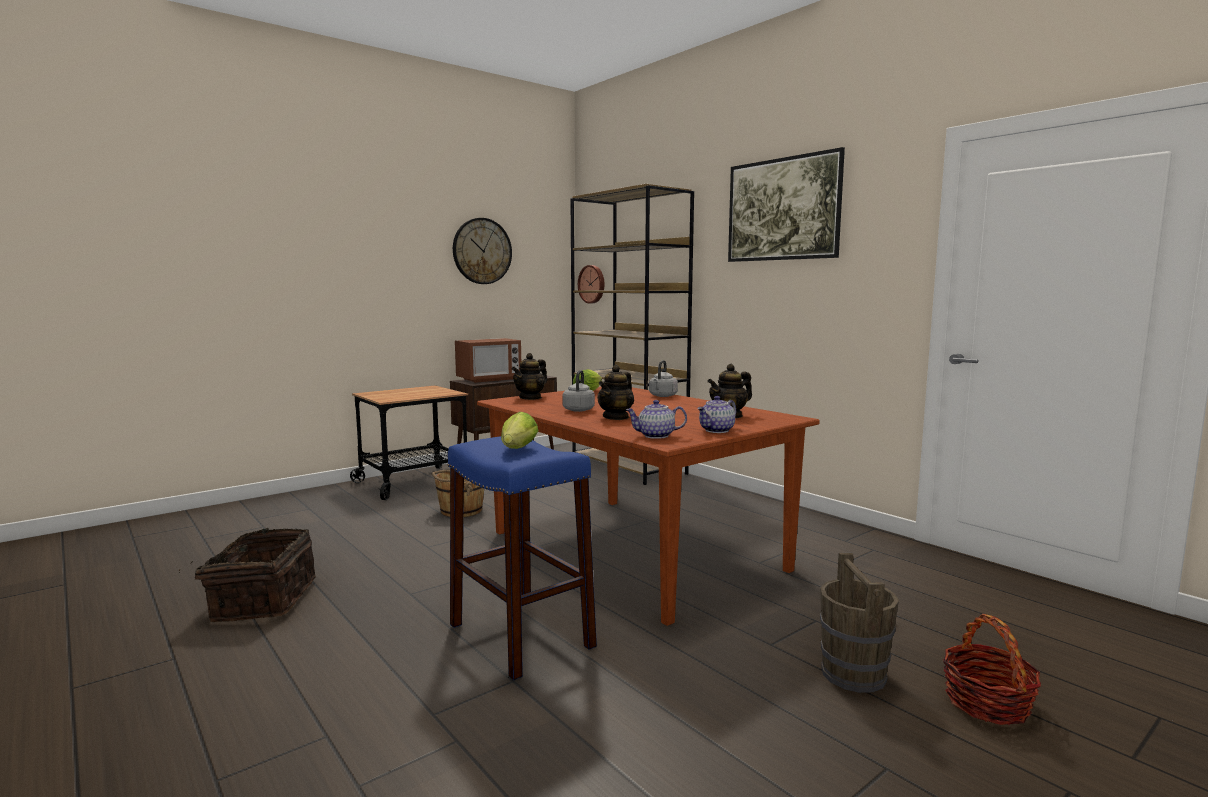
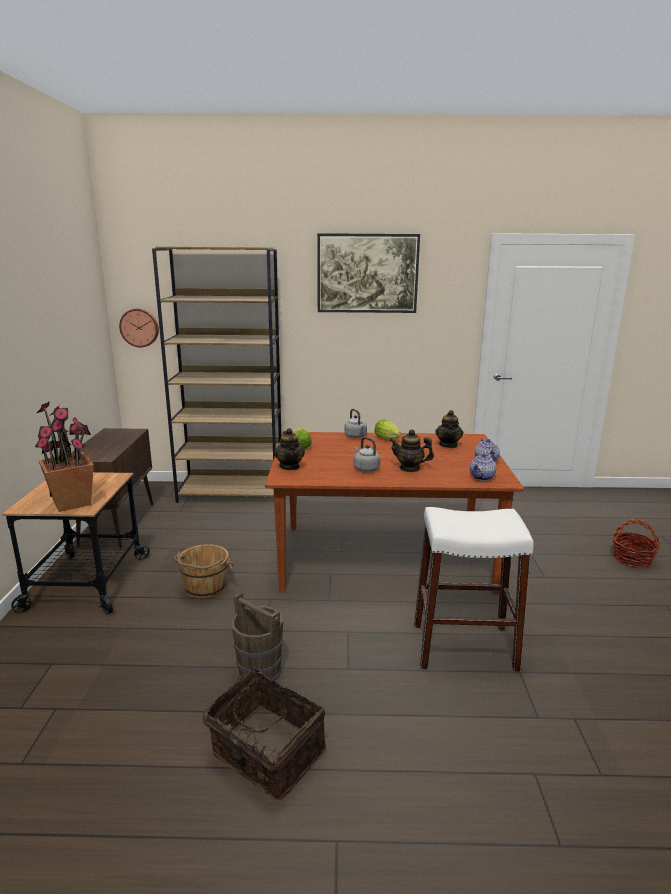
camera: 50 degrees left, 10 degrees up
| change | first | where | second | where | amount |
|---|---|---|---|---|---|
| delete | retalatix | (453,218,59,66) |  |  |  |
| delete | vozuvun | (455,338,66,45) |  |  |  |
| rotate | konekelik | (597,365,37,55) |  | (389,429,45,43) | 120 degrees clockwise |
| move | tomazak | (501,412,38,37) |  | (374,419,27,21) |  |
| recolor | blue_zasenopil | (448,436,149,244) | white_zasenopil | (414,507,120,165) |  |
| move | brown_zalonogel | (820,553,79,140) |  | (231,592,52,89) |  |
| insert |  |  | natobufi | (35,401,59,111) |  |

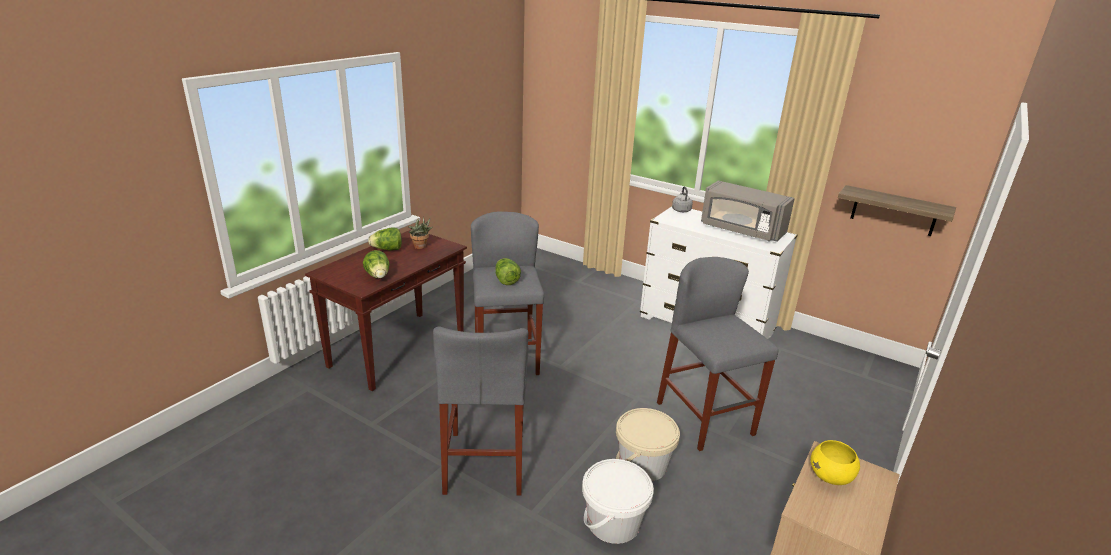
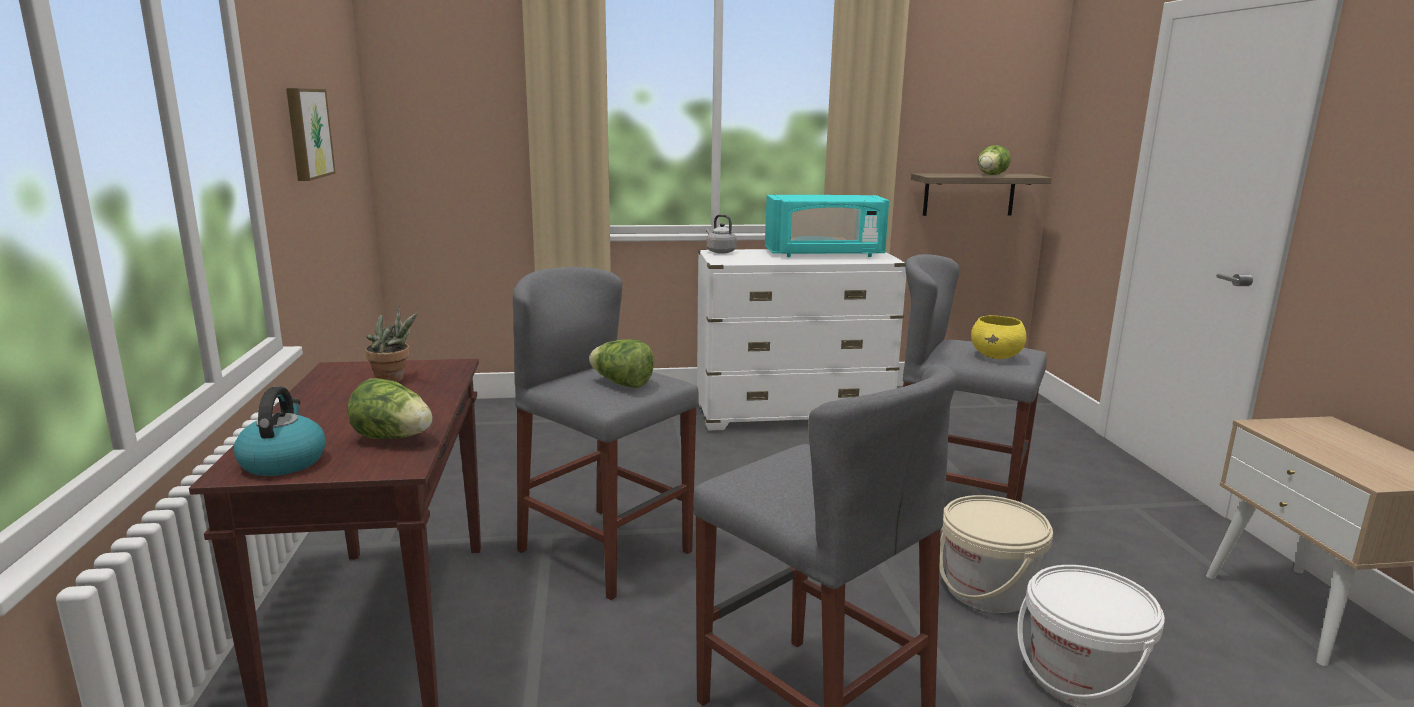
camera: 40 degrees left, 10 degrees down
| change | first | where | second | where | amount |
|---|---|---|---|---|---|
| recolor | grey_vozuvun | (701,181,94,61) | turquoise_vozuvun | (765,195,124,62) |  |
| move | tomazak | (368,227,34,23) |  | (978,145,33,30) |  |
| move | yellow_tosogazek | (811,440,49,45) |  | (971,315,56,44) |  |
| insert |  |  | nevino | (286,88,50,93) |  |
| insert |  |  | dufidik | (234,387,92,89) |  |

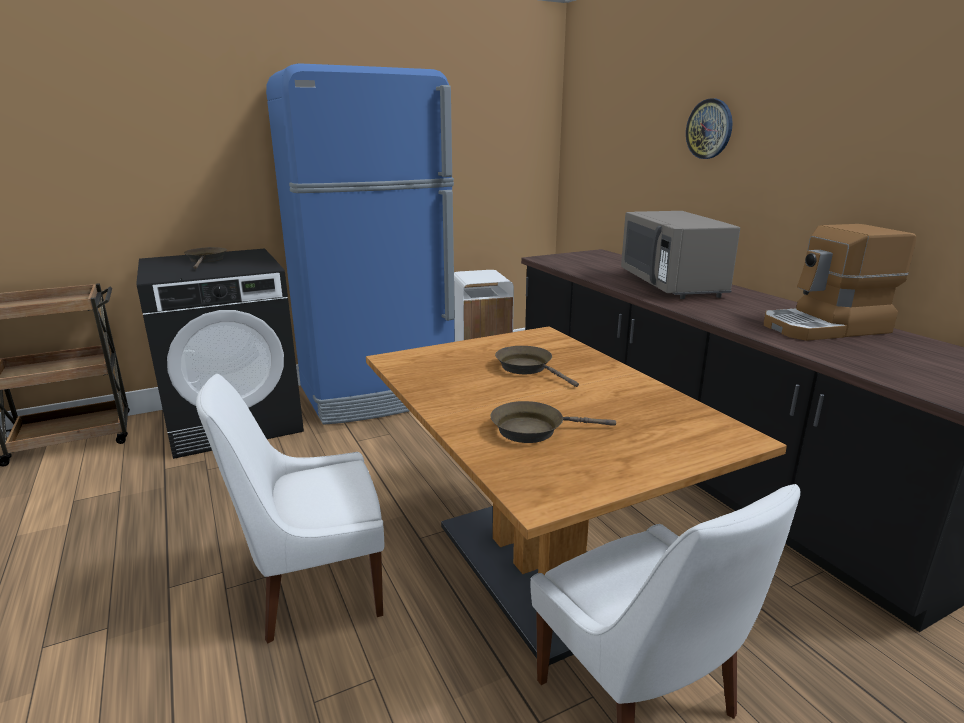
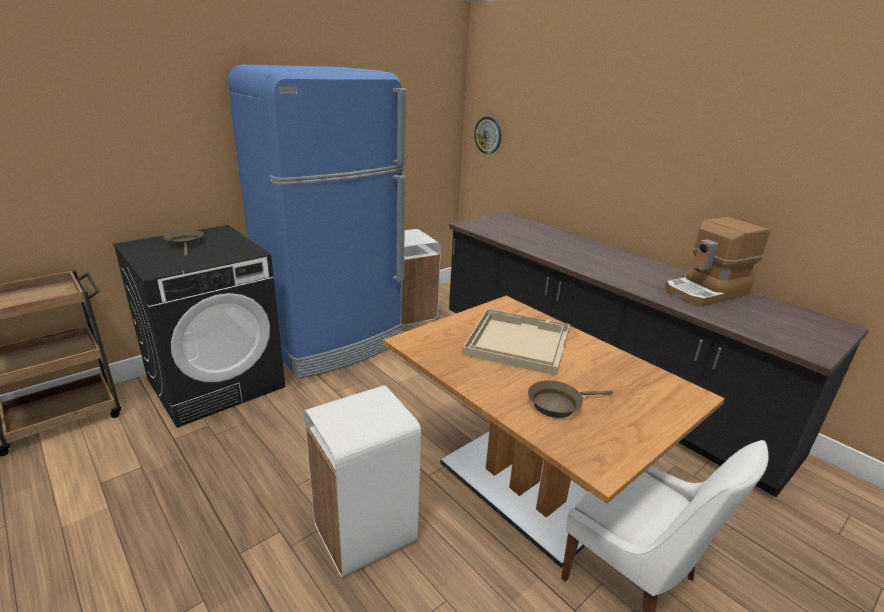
camera: 15 degrees left, 5 degrees up
| change | first | where | second | where | amount |
|---|---|---|---|---|---|
| move | retalatix | (686,98,47,61) |  | (474,116,27,38) |  |
| delete | grey_vozuvun | (621,211,119,88) |  |  |  |
| replace | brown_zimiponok | (495,346,84,41) | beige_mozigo | (462,309,108,67) |  |
| replace | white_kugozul | (196,374,188,270) | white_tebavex | (304,385,117,192) |  |

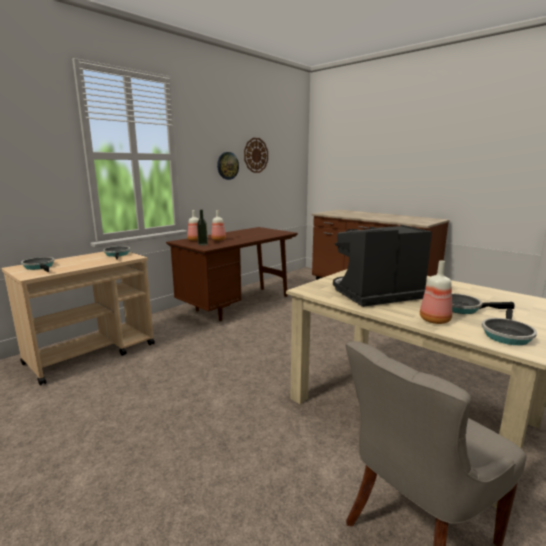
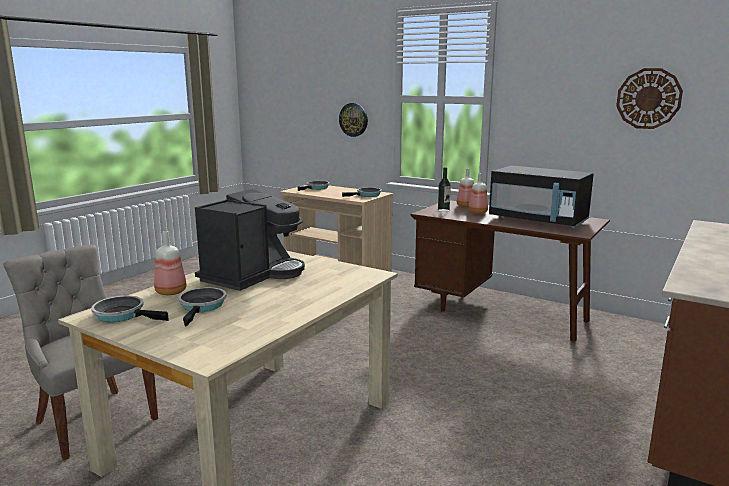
camera: 80 degrees right, 0 degrees up
| change | first | where | second | where | amount |
|---|---|---|---|---|---|
| move | retalatix | (217,152,22,28) |  | (339,103,29,34) |  |
| rotate | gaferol | (333,225,99,82) |  | (195,189,110,102) | 60 degrees clockwise |
| insert |  |  | black_vozuvun | (489,165,105,64) |  |

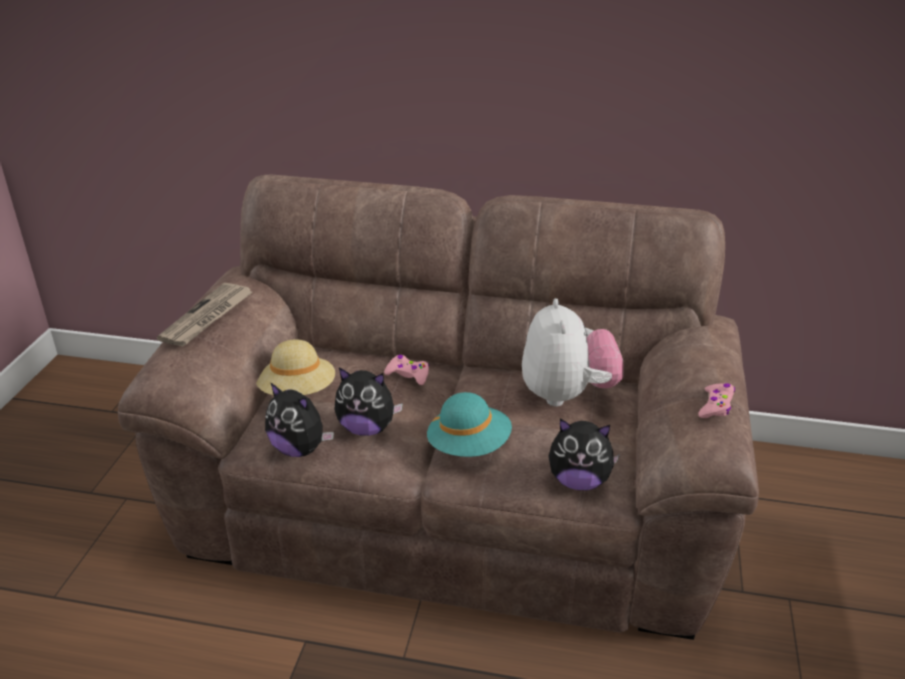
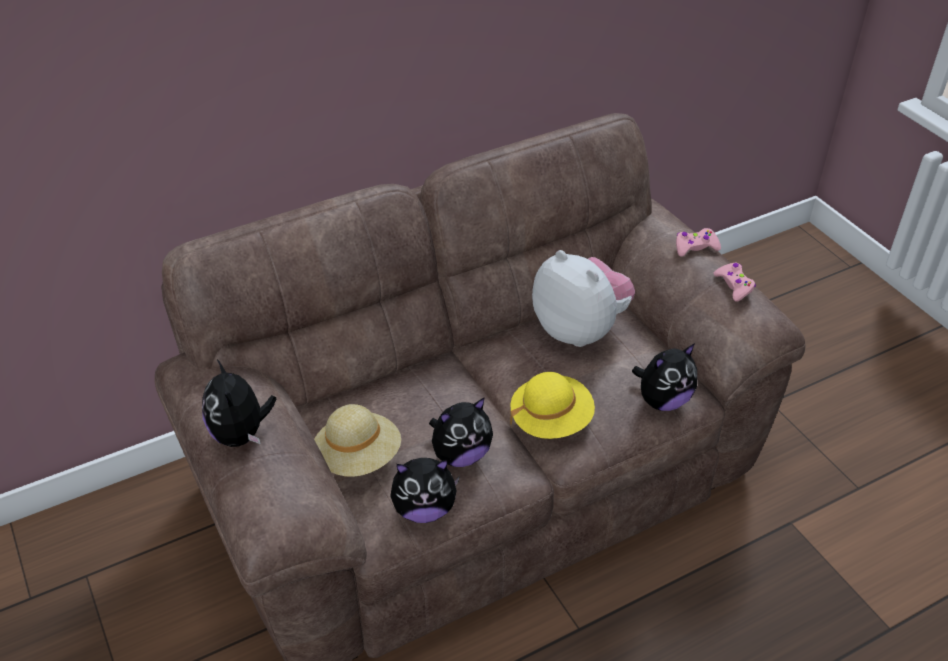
camera: 40 degrees left, 10 degrees up
| change | first | where | second | where | amount |
|---|---|---|---|---|---|
| replace | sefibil | (157,283,96,64) | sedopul | (202,359,74,88) |  |
| move | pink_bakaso | (384,355,45,30) |  | (676,228,45,29) |  |
| recolor | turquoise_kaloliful | (427,392,85,65) | yellow_kaloliful | (510,372,85,67) |  |

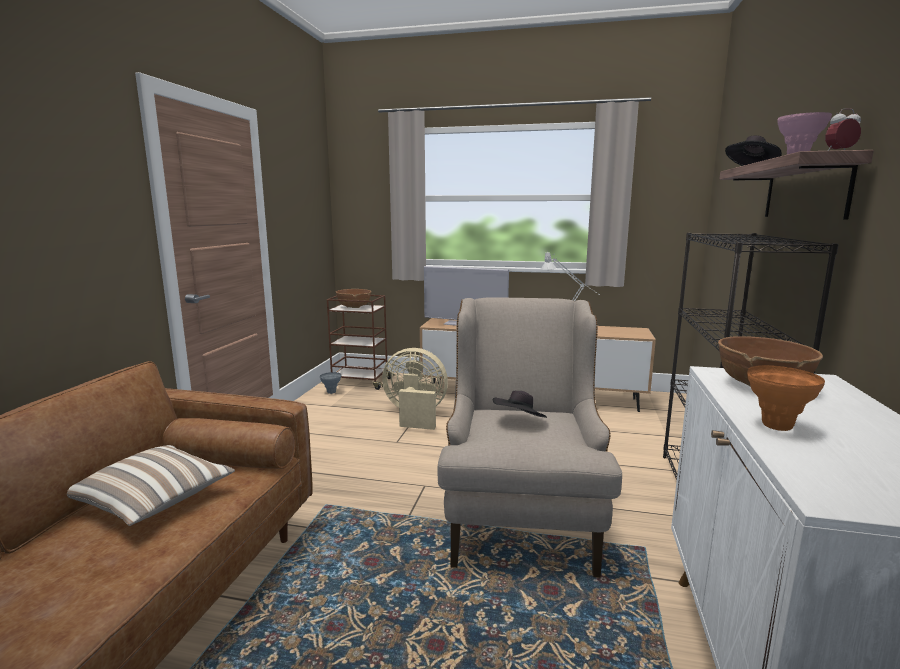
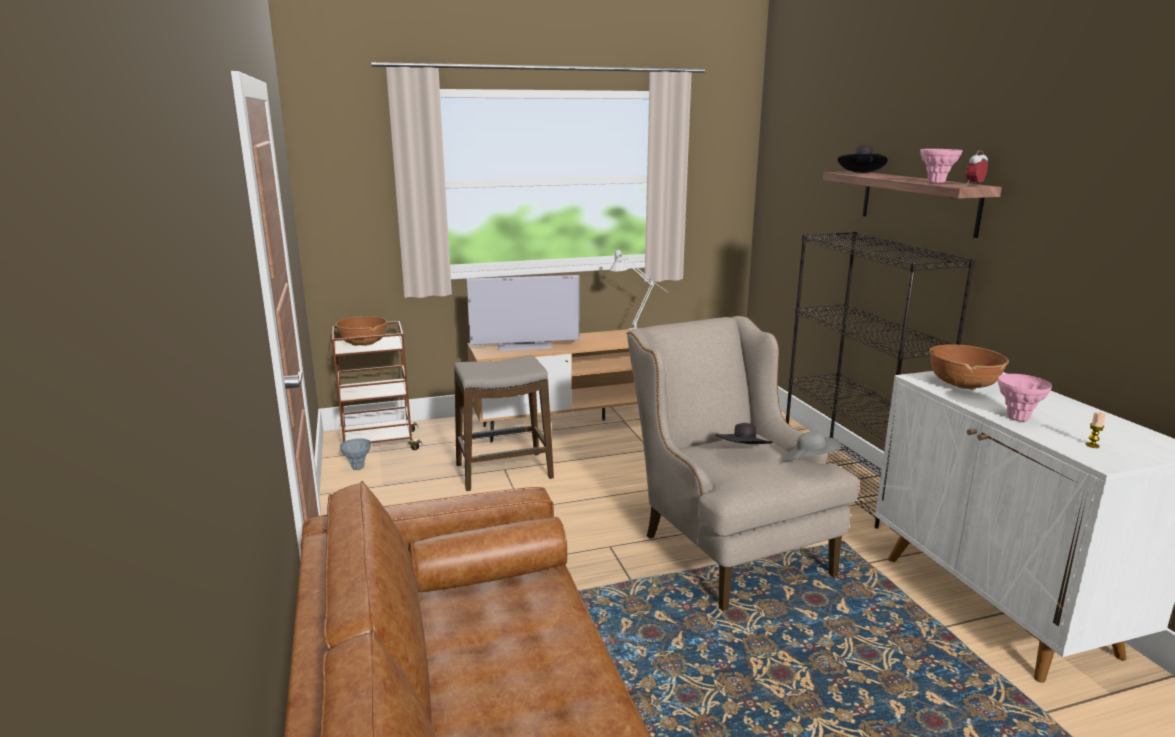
camera: 30 degrees left, 5 degrees up
| change | first | where | second | where | amount |
|---|---|---|---|---|---|
| replace | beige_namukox | (382,348,66,82) | zasenopil | (454,355,100,136) |  |
| recolor | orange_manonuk | (747,365,78,66) | pink_manonuk | (998,374,54,47) |  |
| delete | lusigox | (67,445,168,81) |  |  |  |
| insert |  |  | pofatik | (1085,412,21,36) |  |
| insert |  |  | grey_kaloliful | (783,431,58,31) |  |

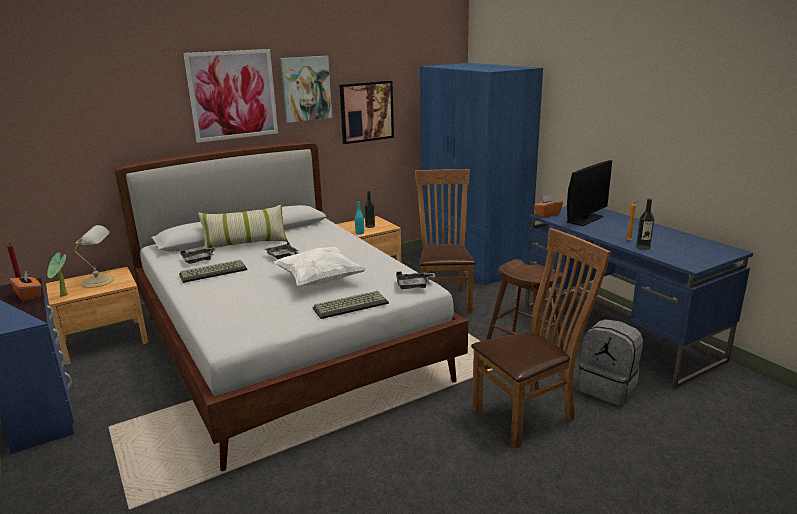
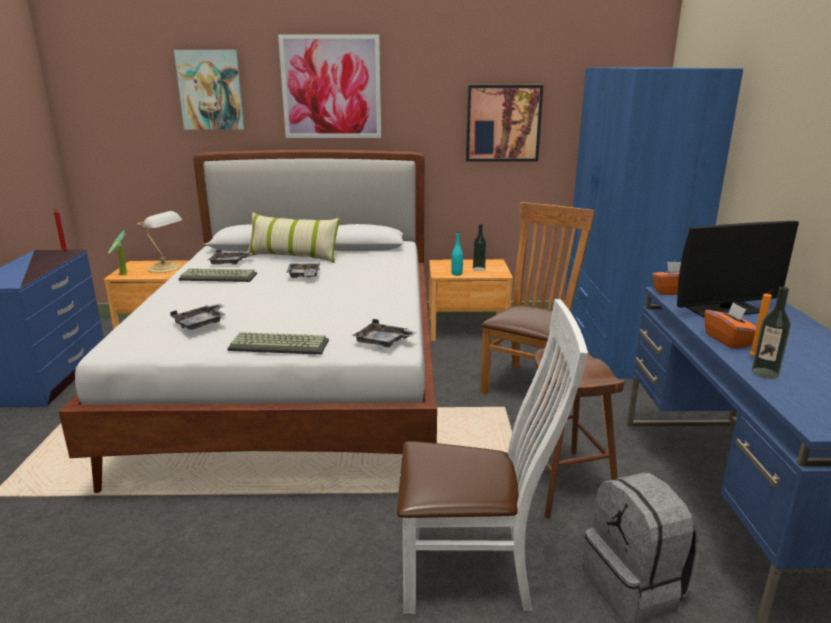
camera: 30 degrees right, 0 degrees up
| change | first | where | second | where | amount |
|---|---|---|---|---|---|
| move | nevino | (280,56,52,67) |  | (174,50,71,80) |  |
| recolor | brown_kugozul | (471,228,140,220) | white_kugozul | (397,299,191,315) |  |
| delete | white_lusigox | (274,247,92,40) |  |  |  |
| move | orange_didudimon | (10,271,31,30) |  | (704,302,52,46) |  |
| insert |  |  | grey_mozigo | (170,303,55,27) |  |

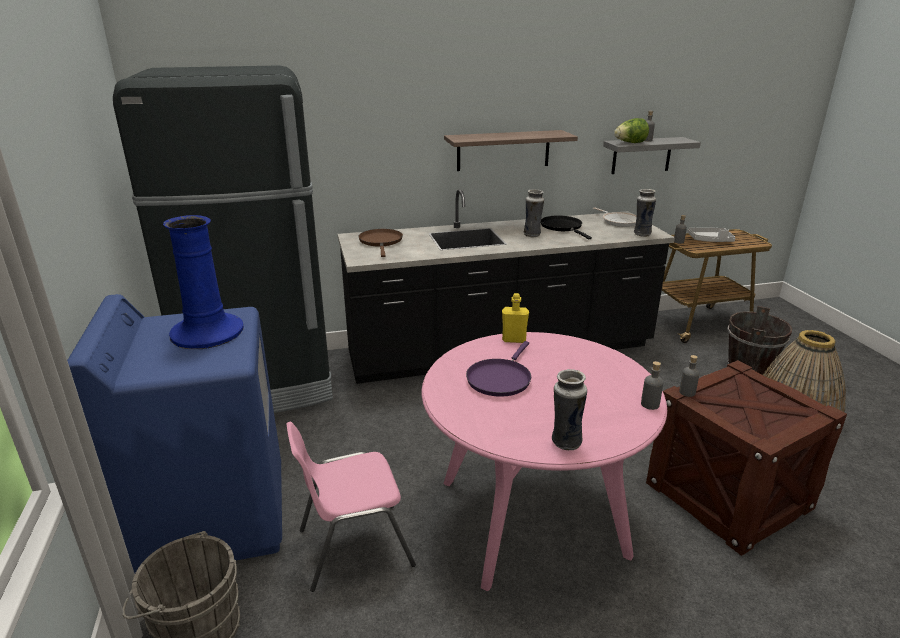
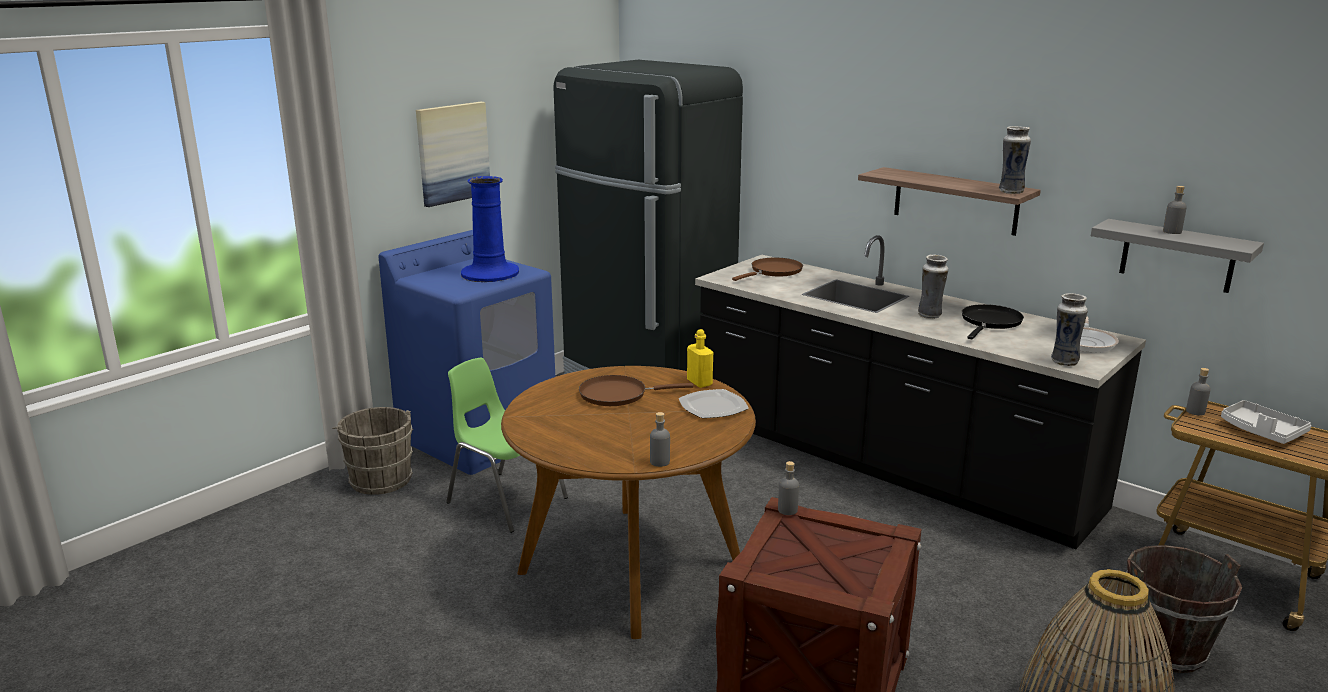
camera: 55 degrees right, 5 degrees down
| change | first | where | second | where | amount |
|---|---|---|---|---|---|
| delete | tomazak | (614,118,35,25) |  |  |  |
| recolor | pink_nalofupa | (421,332,246,259) | brown_nalofupa | (501,366,255,273) |  |
| recolor | purple_zimiponok | (466,341,65,56) | brown_zimiponok | (579,375,115,31) |  |
| move | manonuk | (552,369,35,81) |  | (999,126,32,68) |  |
| recolor | pink_kugozul | (286,422,130,170) | green_kugozul | (446,358,122,175) |  |
| insert |  |  | nevino | (416,102,74,105) |  |
| insert |  |  | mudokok | (679,389,70,29) |  |

